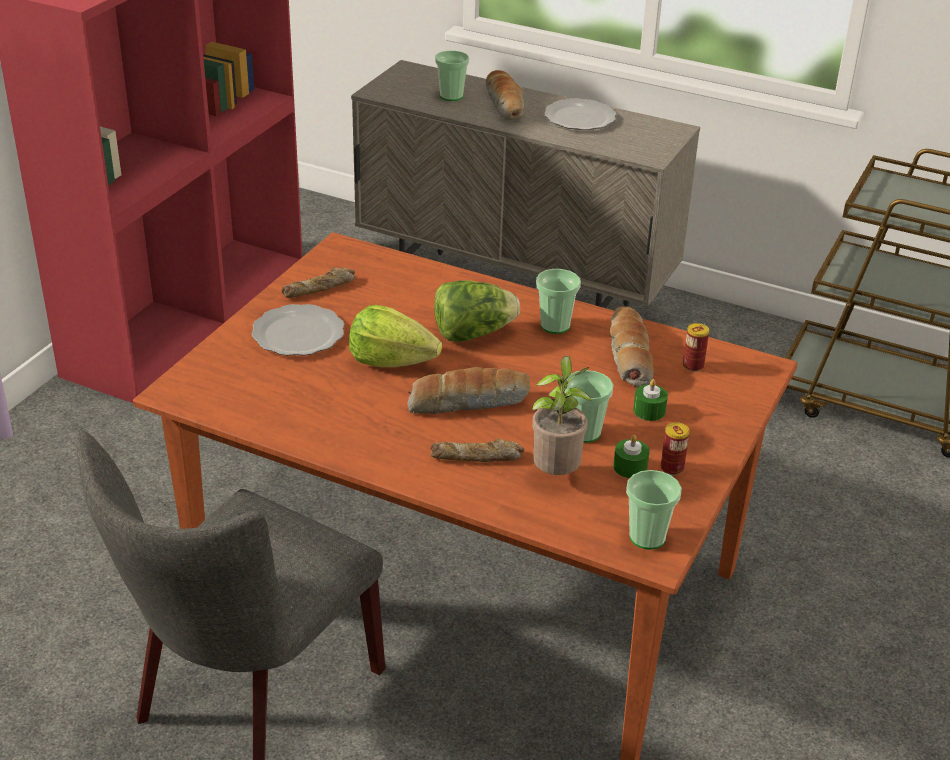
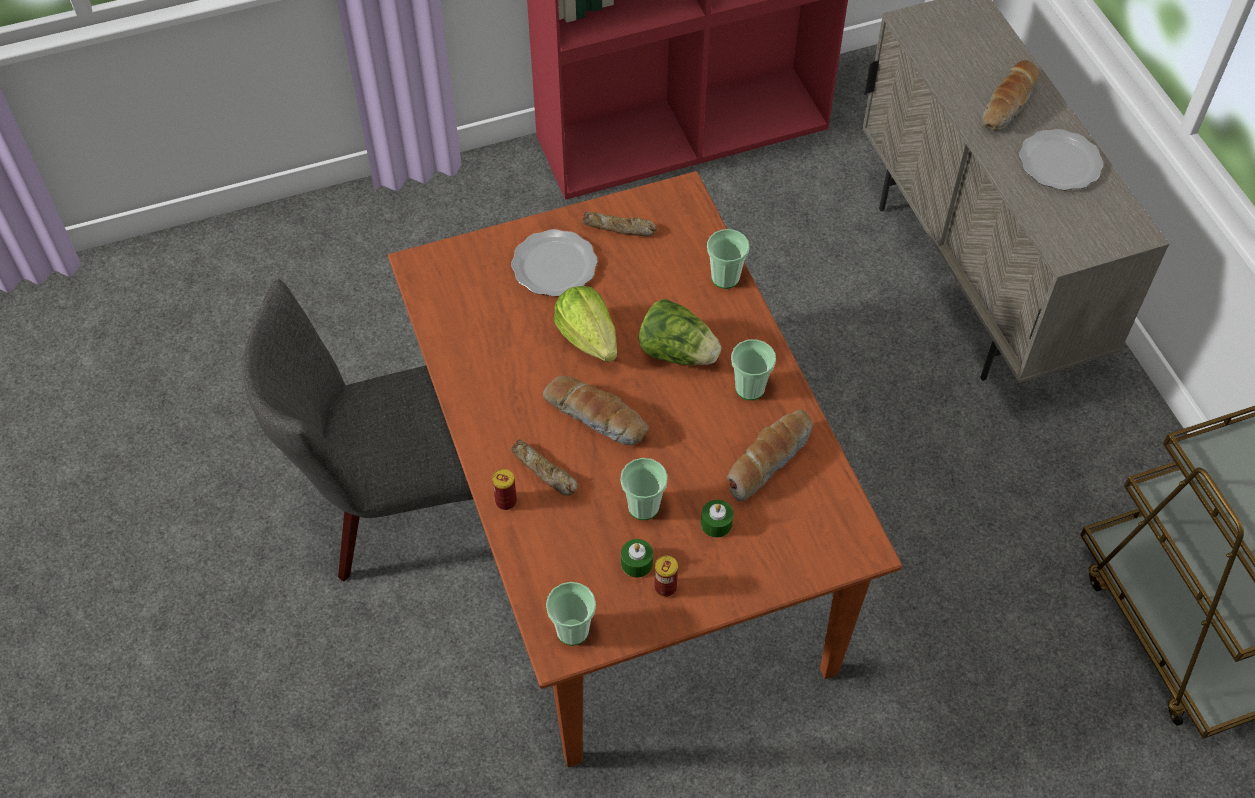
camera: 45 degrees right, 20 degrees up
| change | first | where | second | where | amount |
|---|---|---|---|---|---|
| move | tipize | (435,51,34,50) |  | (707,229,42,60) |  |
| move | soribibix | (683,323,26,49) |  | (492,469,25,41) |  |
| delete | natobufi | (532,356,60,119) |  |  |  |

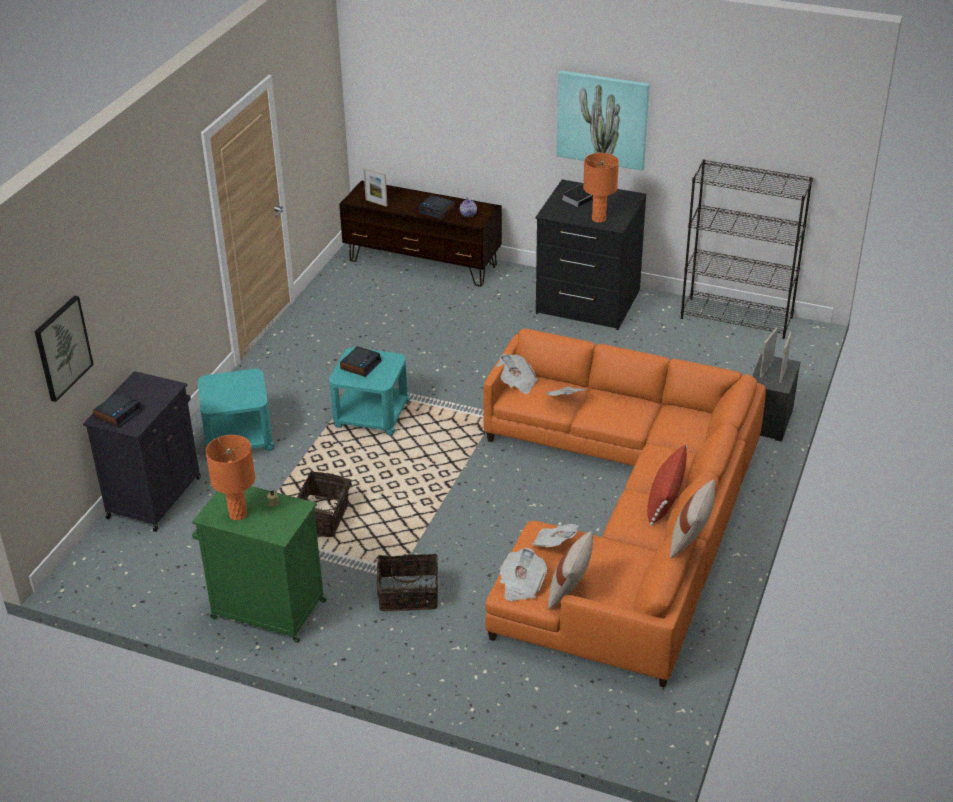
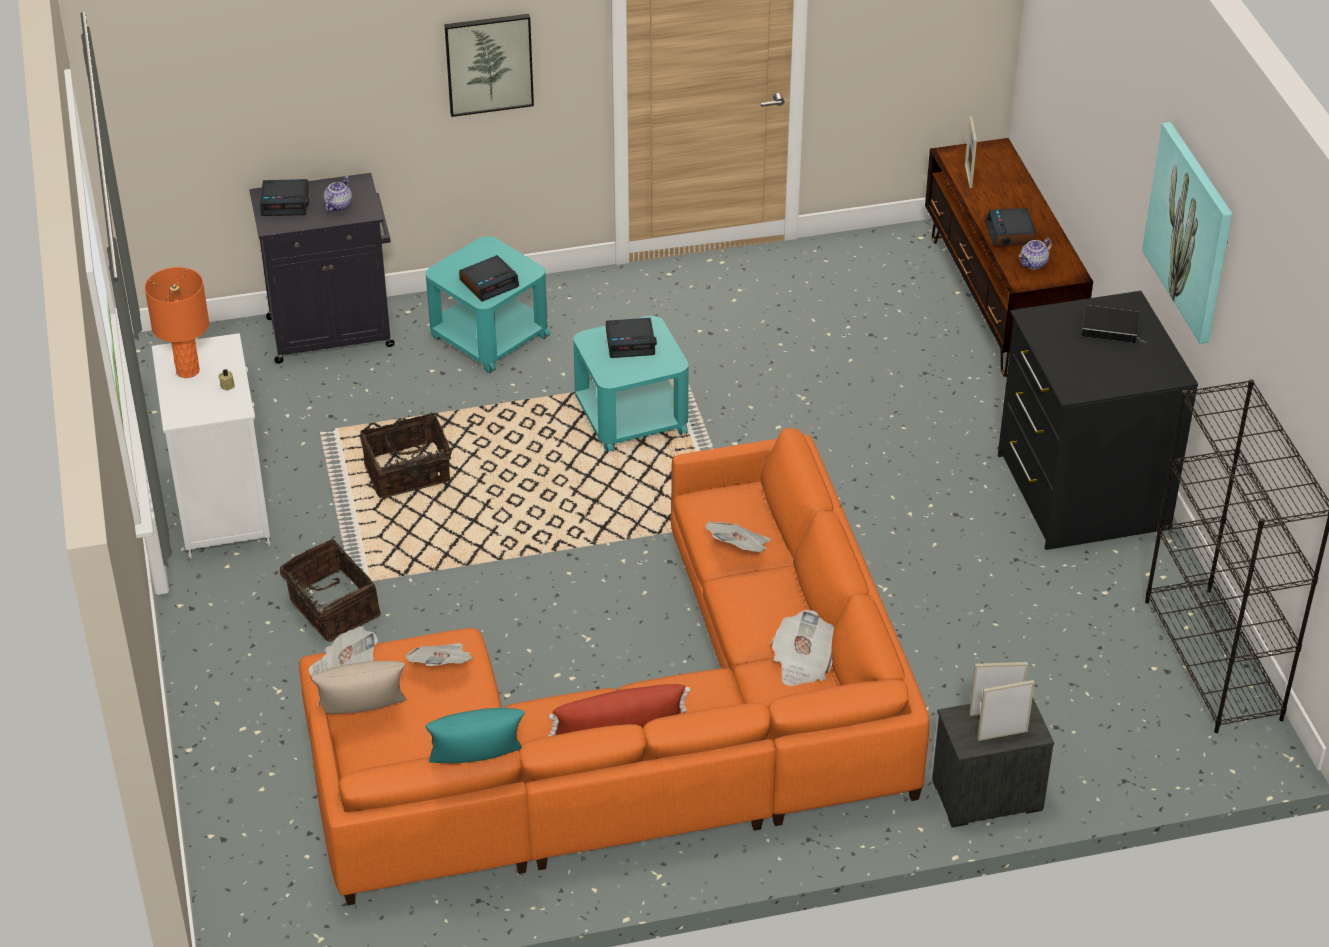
camera: 55 degrees right, 5 degrees up
| change | first | where | second | where | amount |
|---|---|---|---|---|---|
| delete | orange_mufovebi | (583,153,36,70) |  |  |  |
| move | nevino | (34,296,60,106) |  | (444,14,90,103) |  |
| move | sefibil | (496,354,42,40) |  | (771,610,63,76) |  |
| recolor | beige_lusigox | (670,480,45,78) | turquoise_lusigox | (426,708,99,55) |  |
| recolor | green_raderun | (192,486,134,157) | white_raderun | (152,333,119,227) |  |
| insert |  |  | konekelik | (323,176,29,35) |  |
| insert |  |  | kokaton | (459,255,60,46) |  |

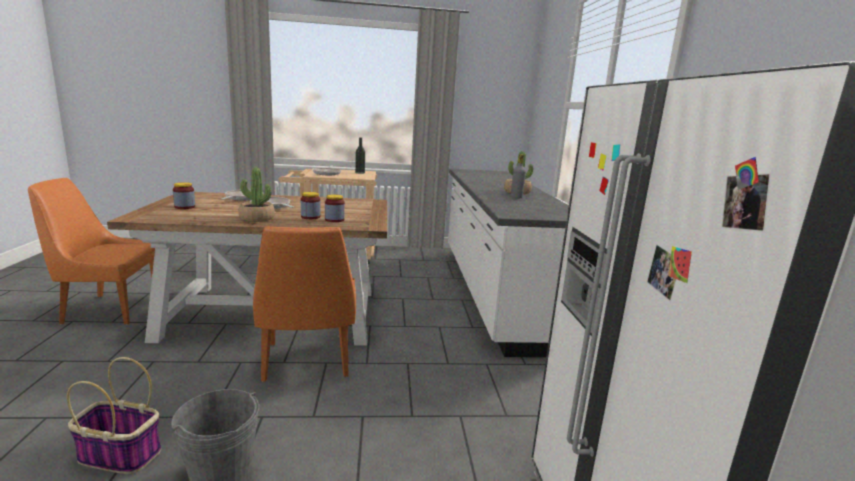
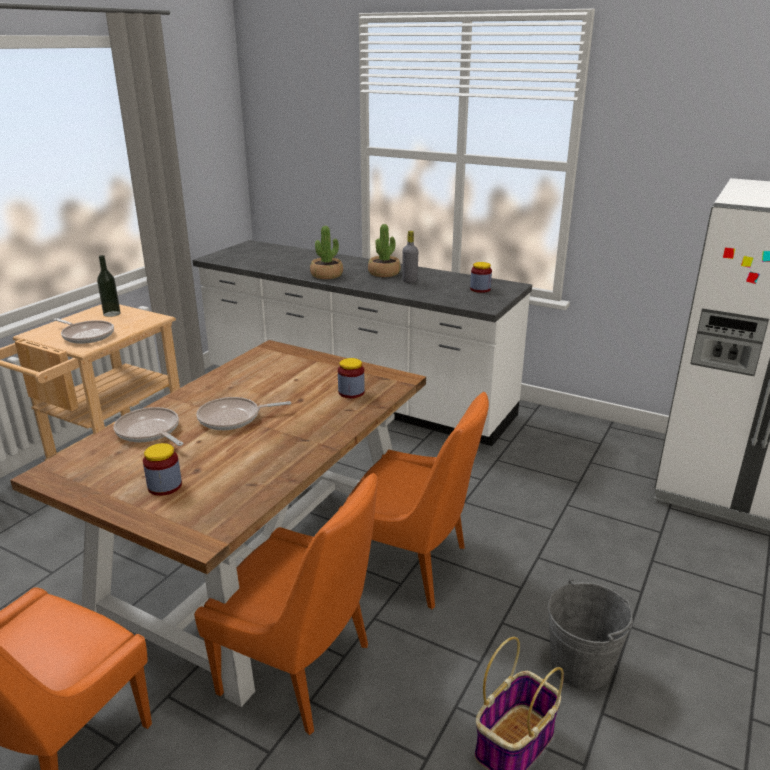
camera: 55 degrees left, 10 degrees up
| change | first | where | second | where | amount |
|---|---|---|---|---|---|
| move | natobufi | (238,168,37,54) |  | (310,226,33,53) |  |
| move | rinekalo | (301,192,20,27) |  | (470,262,22,31) |  |
| insert |  |  | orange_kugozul | (194,473,184,262) |  |

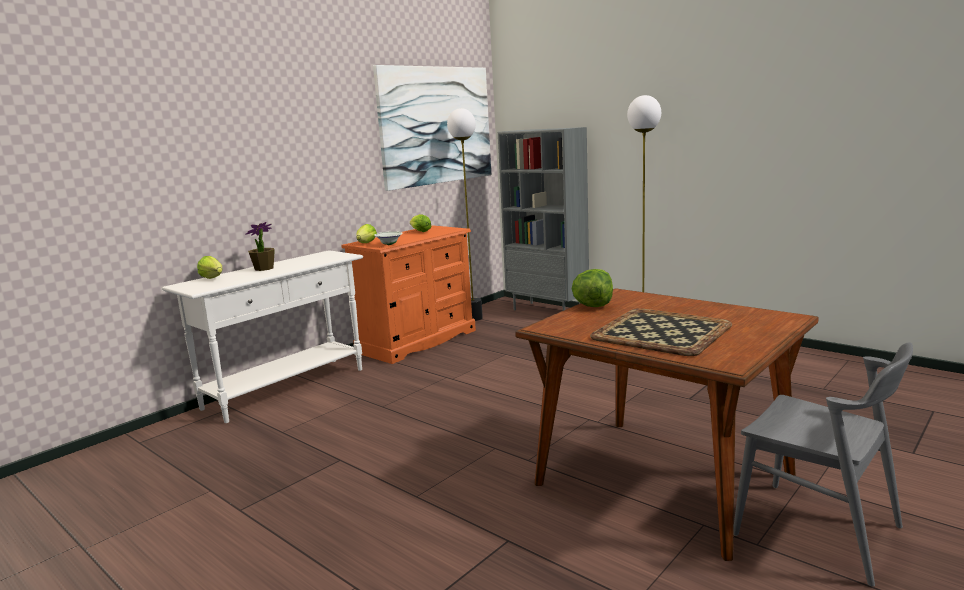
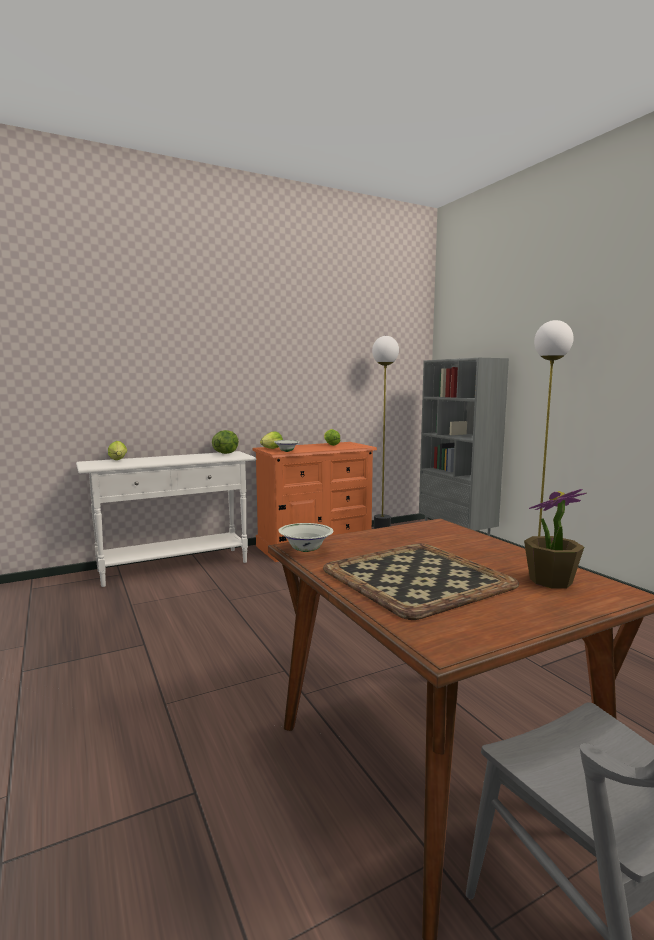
camera: 20 degrees right, 5 degrees down
| change | first | where | second | where | amount |
|---|---|---|---|---|---|
| delete | nevino | (373,65,118,126) |  |  |  |
| move | natobufi | (245,222,30,49) |  | (524,489,62,100) |  |
| move | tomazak | (571,269,42,38) |  | (212,430,27,24) |  |
| insert |  |  | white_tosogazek | (278,523,55,29) |  |

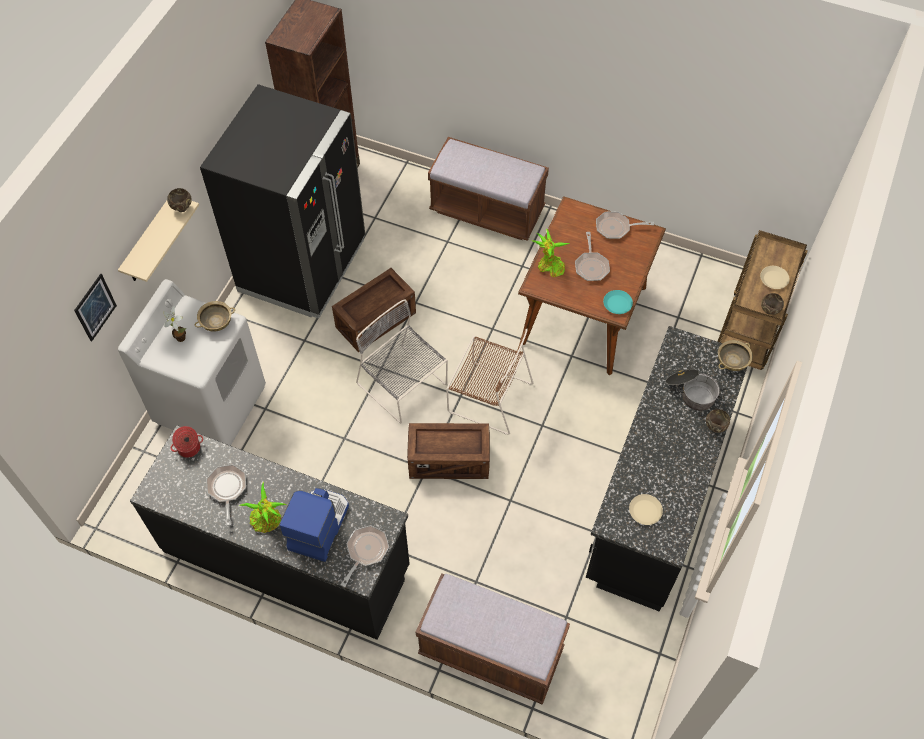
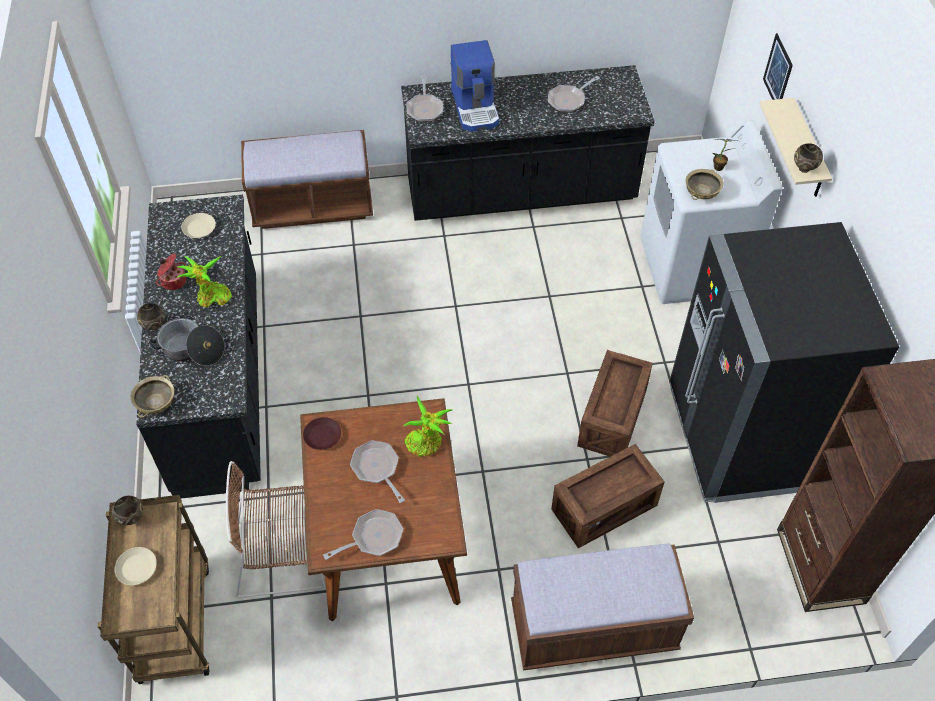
camera: 150 degrees right, 5 degrees down
| change | first | where | second | where | amount |
|---|---|---|---|---|---|
| recolor | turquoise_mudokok | (603,290,30,24) | brown_mudokok | (303,417,38,33) |  |
| delete | grey_kugozul | (356,299,92,124) |  |  |  |
| move | brown_kugozul | (446,329,87,106) |  | (226,461,99,137) |  |
| move | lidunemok | (407,423,83,56) |  | (551,444,114,104) |  |
| move | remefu | (171,426,32,32) |  | (156,253,30,37) |  |
| rotate | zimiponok | (206,464,40,62) |  | (548,76,52,36) | 90 degrees clockwise |
| move | natobufi | (239,482,47,51) |  | (177,255,55,53) |  |

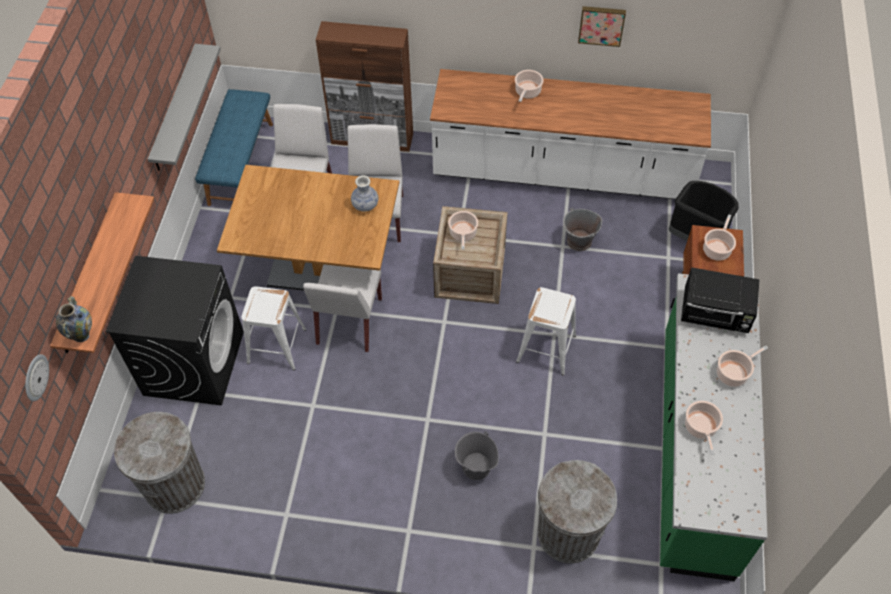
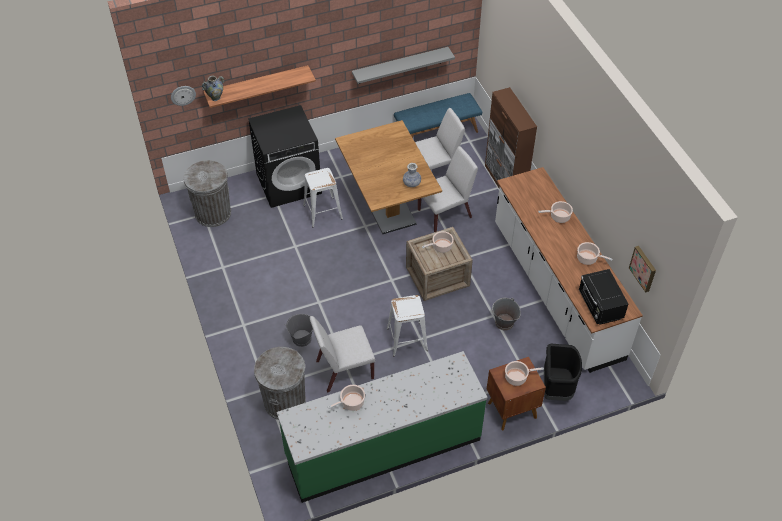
camera: 60 degrees right, 5 degrees down
| change | first | where | second | where | amount |
|---|---|---|---|---|---|
| move | nevino | (578,6,48,41) |  | (629,246,27,47) |  |
| move | white_kugozul | (303,264,79,88) |  | (310,316,65,76) |  |
| move | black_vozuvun | (681,267,79,66) |  | (579,269,49,56) |  |
| move | remefu | (717,346,51,41) |  | (577,242,36,23) |  |

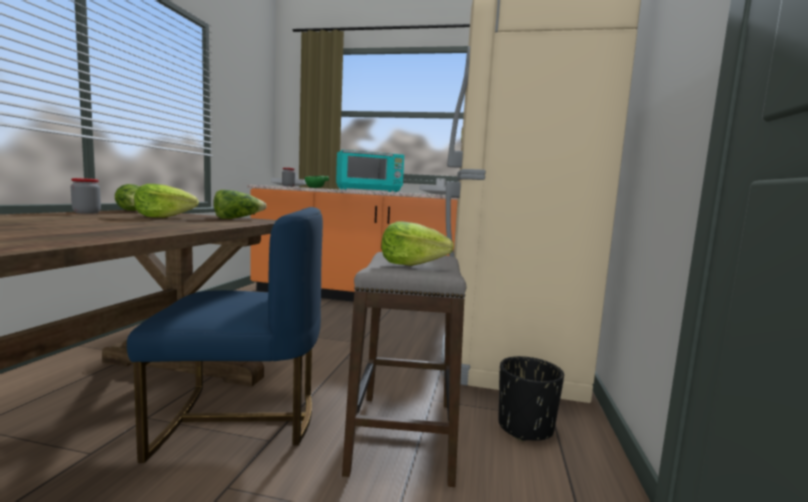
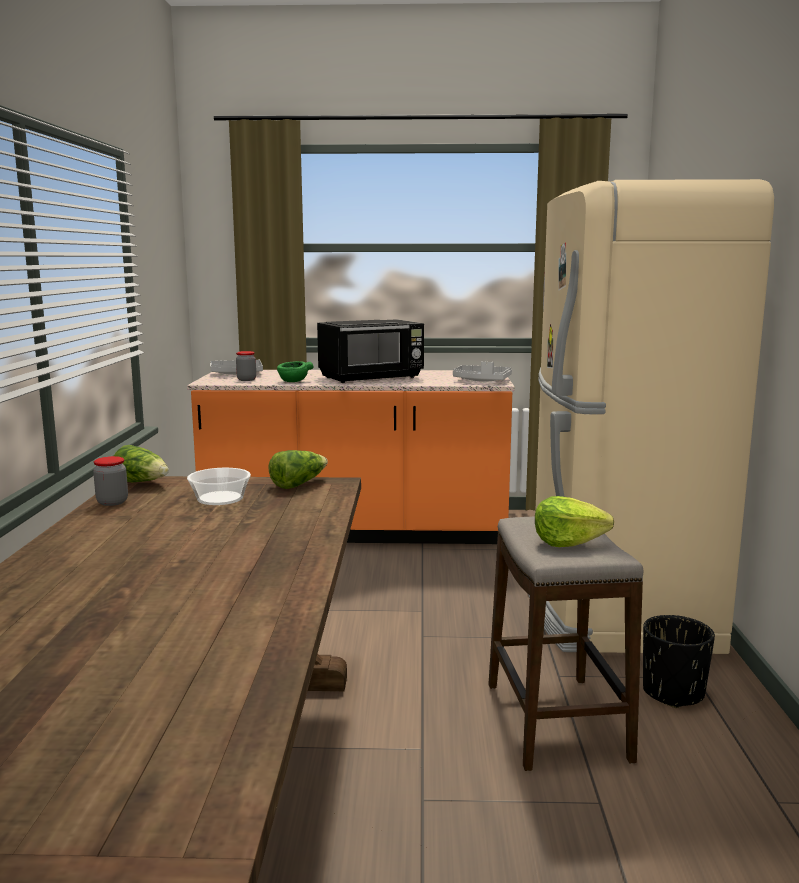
camera: 10 degrees left, 5 degrees up
| change | first | where | second | where | amount |
|---|---|---|---|---|---|
| recolor | turquoise_vozuvun | (336,150,68,42) | black_vozuvun | (317,319,107,64) |  |
| replace | tomazak | (134,184,65,34) | tosogazek | (187,468,64,37) |  |
| delete | blue_kugozul | (127,207,196,256) |  |  |  |

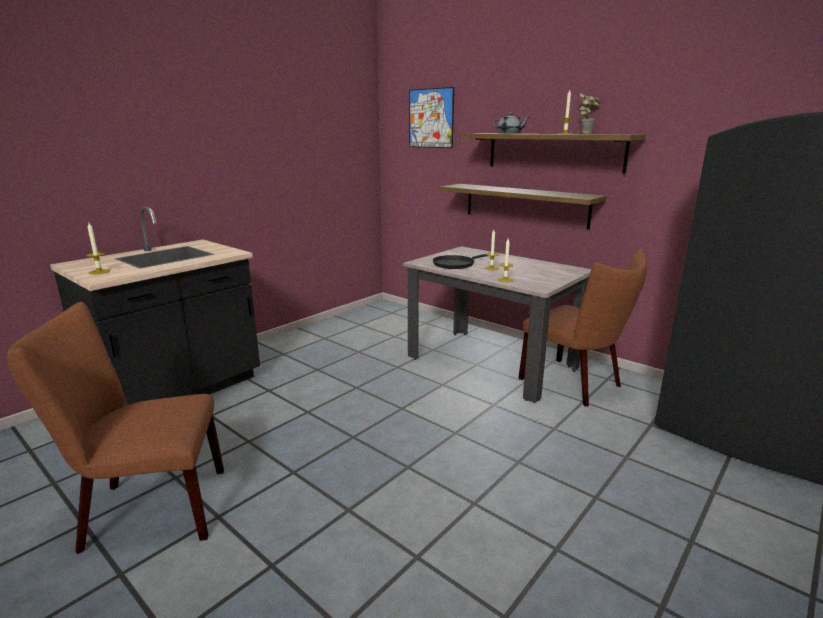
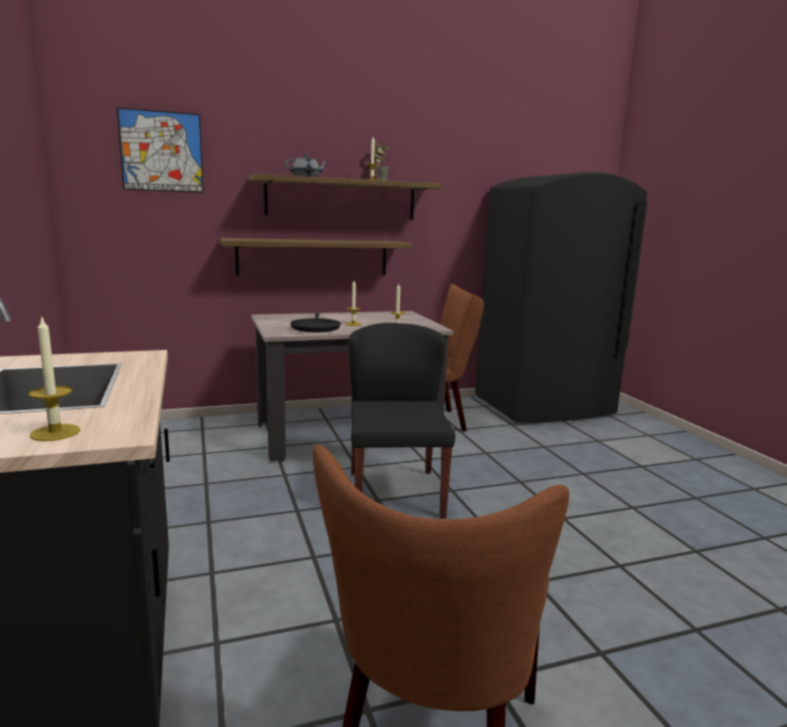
camera: 60 degrees left, 5 degrees down
| change | first | where | second | where | amount |
|---|---|---|---|---|---|
| insert |  |  | black_kugozul | (349,323,106,196) |  |

